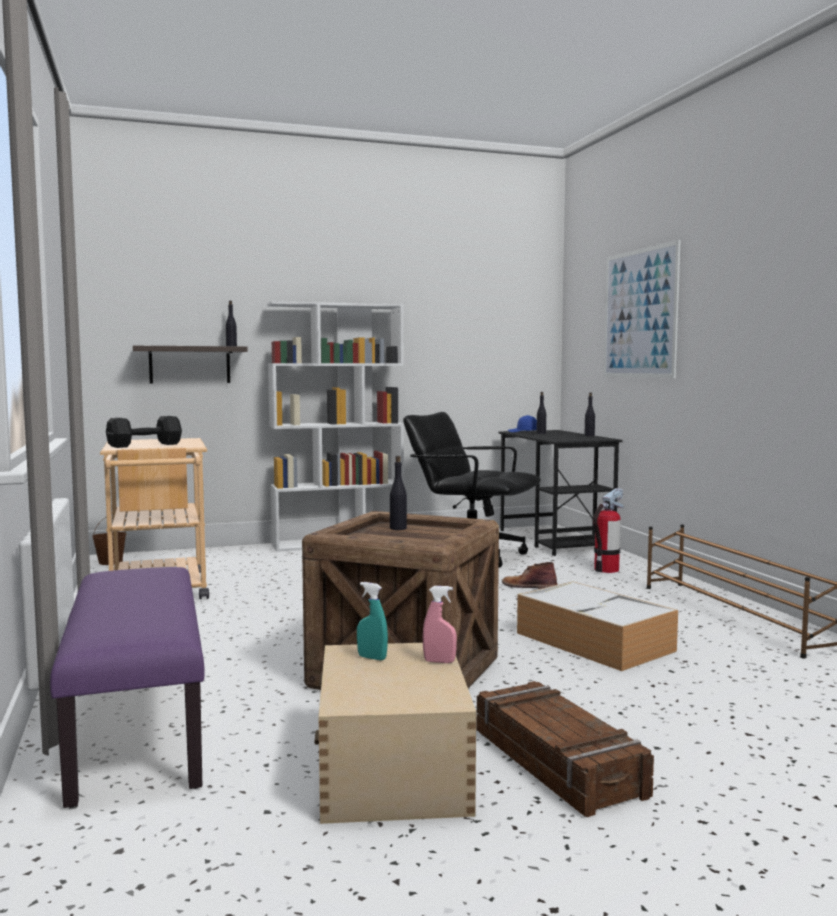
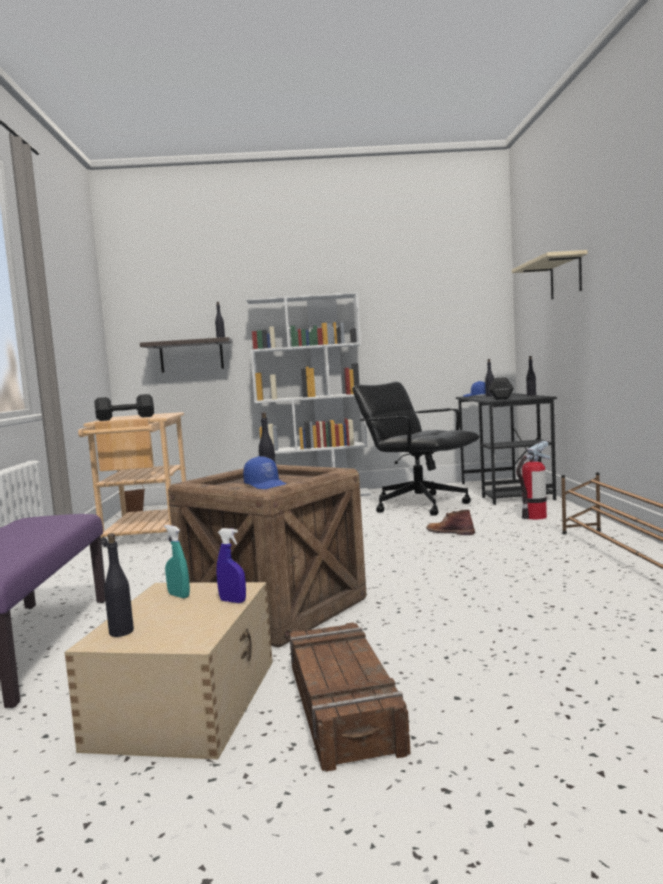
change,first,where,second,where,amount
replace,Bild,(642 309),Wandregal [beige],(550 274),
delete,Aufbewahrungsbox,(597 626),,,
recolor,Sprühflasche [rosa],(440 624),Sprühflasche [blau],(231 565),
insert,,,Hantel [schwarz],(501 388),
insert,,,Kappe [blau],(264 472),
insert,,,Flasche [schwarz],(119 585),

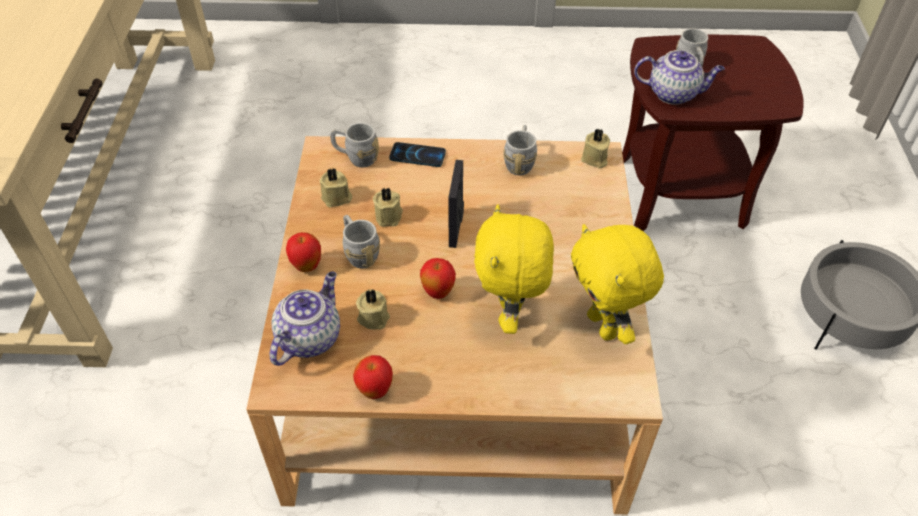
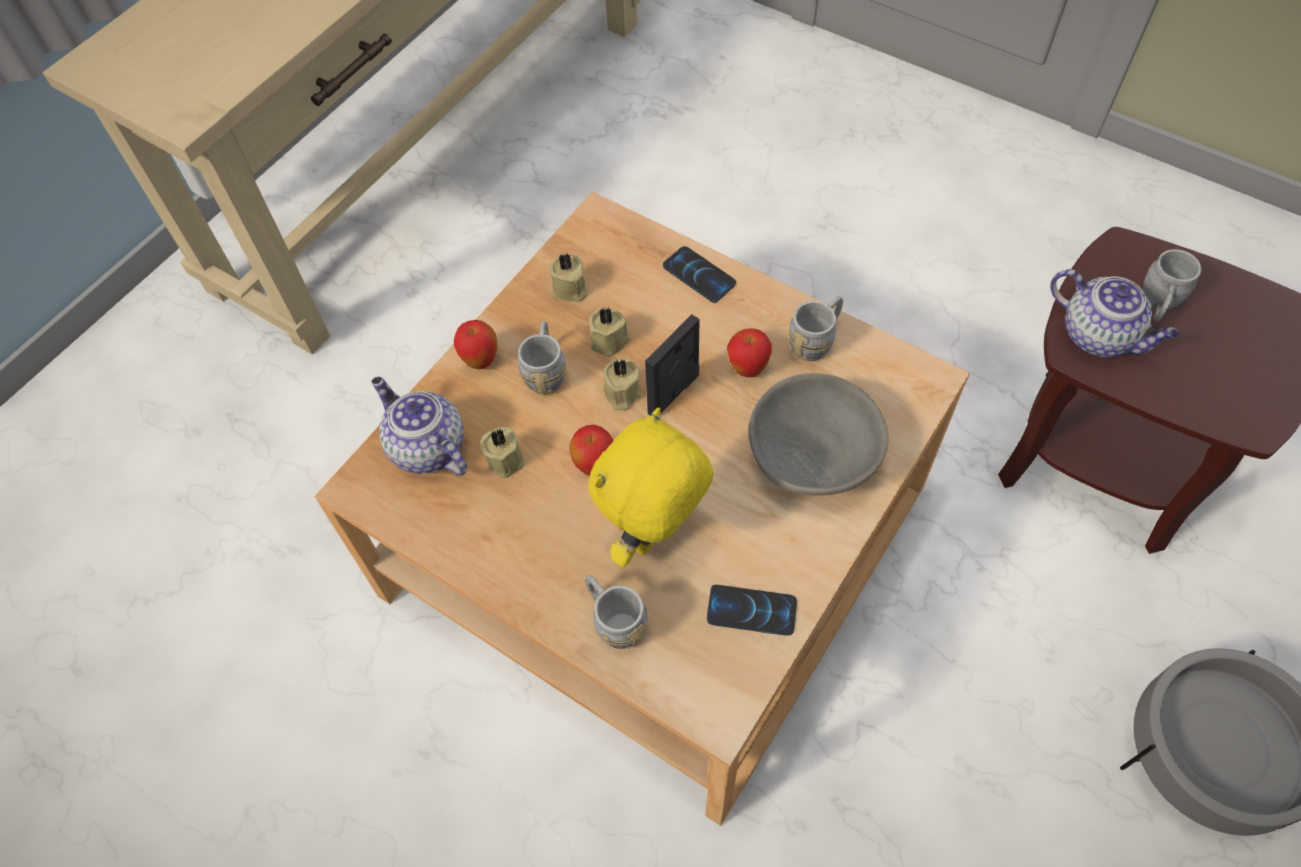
change,first,where,second,where,amount
move,Henkelbecher [grau],(354 145),,(616 612),
move,Kerze [beige],(595 148),,(622 384),
replace,Plüschtier [gelb],(617 284),Handy,(752 610),
rotate,Teekanne,(305 318),,(419 426),105 degrees counterclockwise
move,Apfel,(373 377),,(749 352),
insert,,,Schüssel [grau],(818 434),

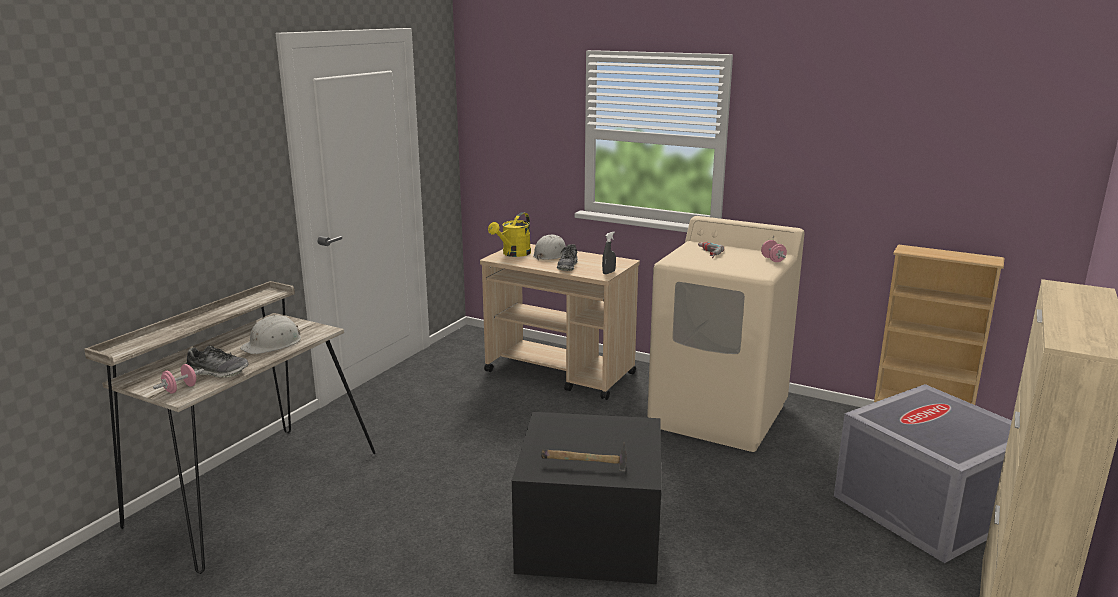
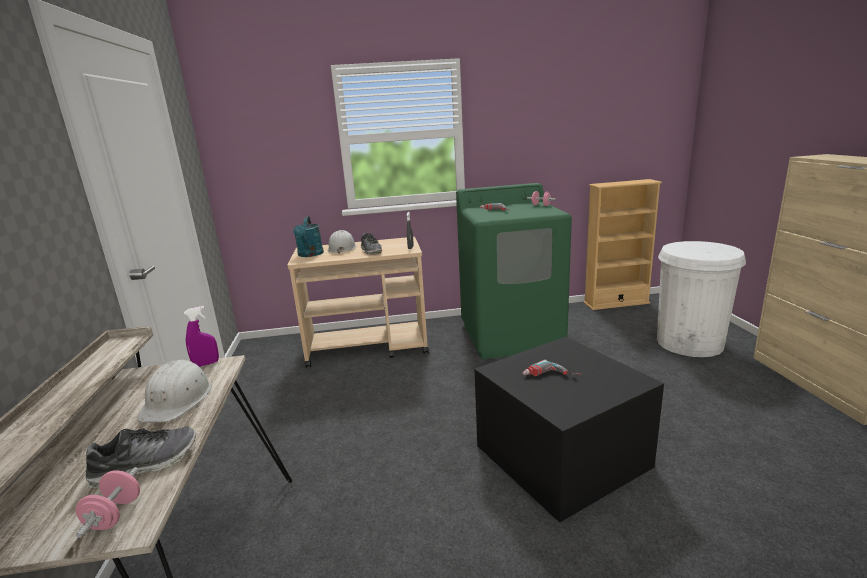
change,first,where,second,where,amount
recolor,Gießkanne [gelb],(509 234),Gießkanne [türkis],(308 236),
recolor,Waschmaschine [beige],(726 334),Waschmaschine [grün],(514 271),
replace,Aufbewahrungsbox [grau],(923 473),Mülleimer [weiß],(701 299),
delete,Hammer,(584 457),,,
insert,,,Sprühflasche [lila],(201 336),
insert,,,Bohrmaschine,(551 368),

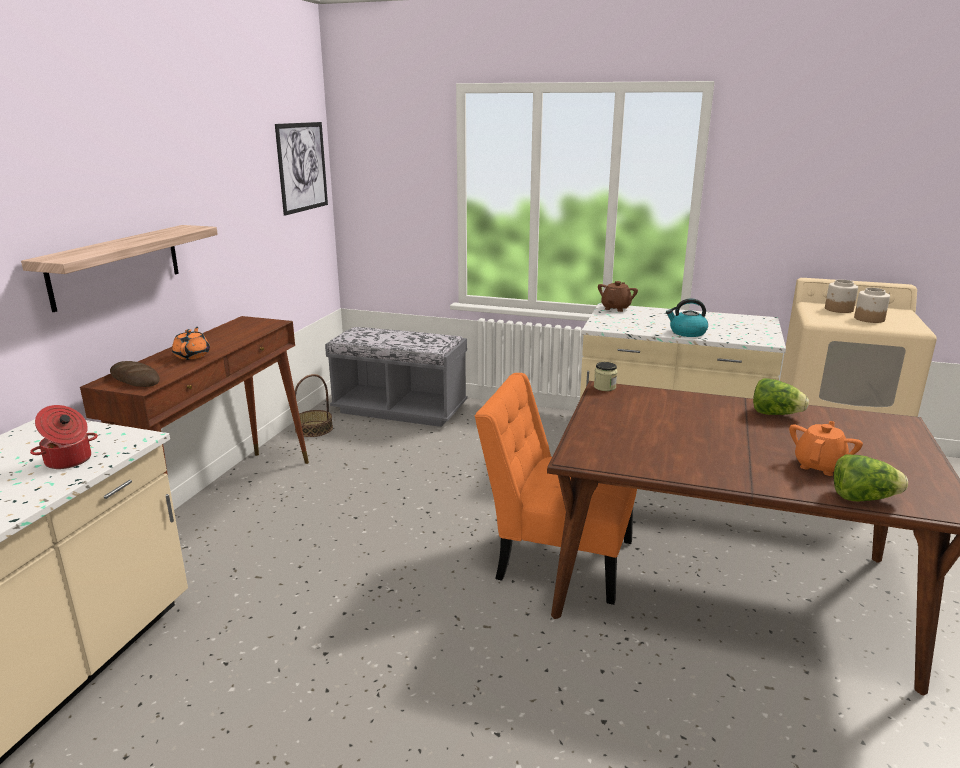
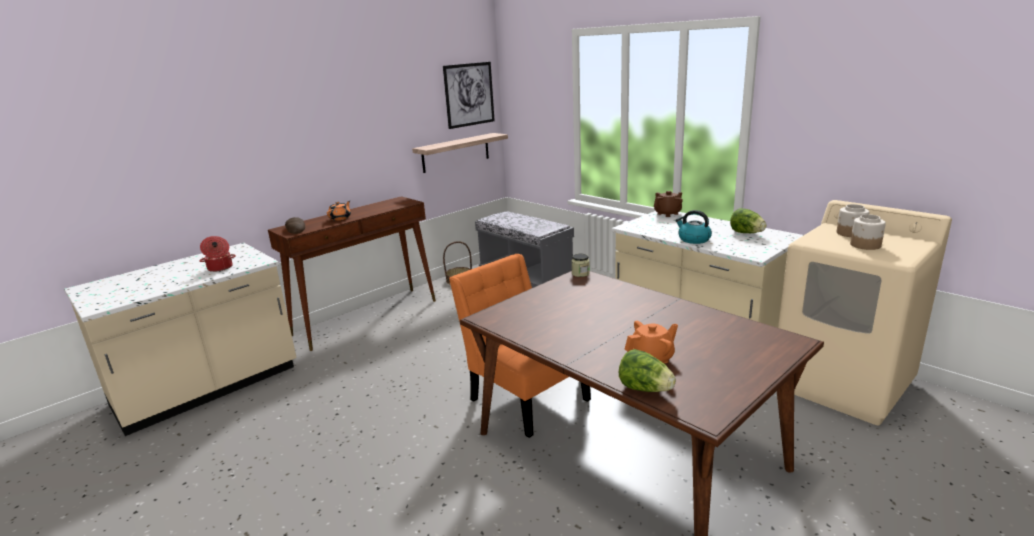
change,first,where,second,where,amount
move,Wandregal,(119 268),,(460 153),
move,Salatkopf,(781 396),,(748 220),

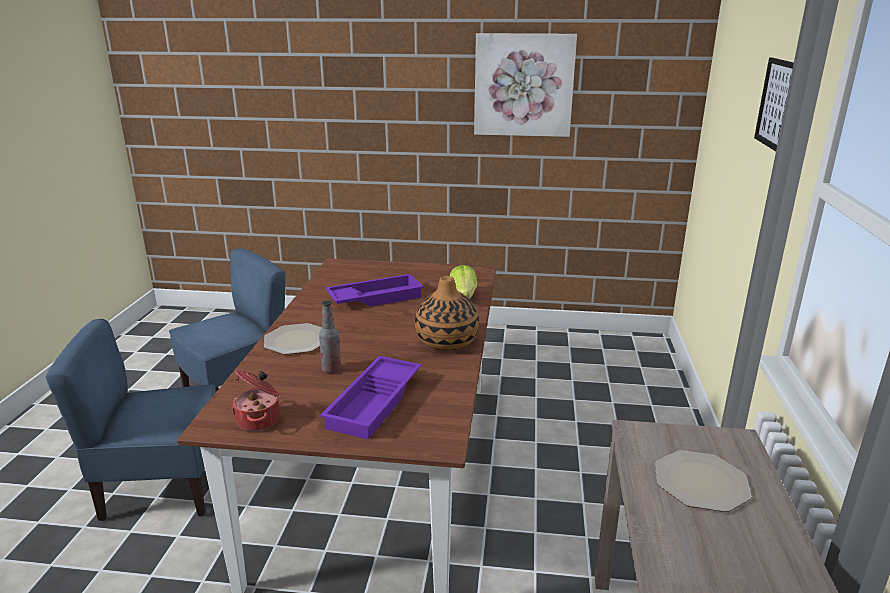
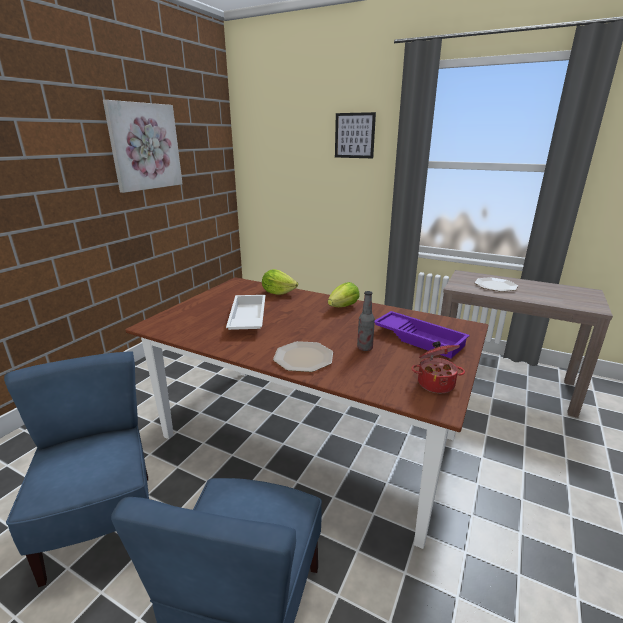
change,first,where,second,where,amount
recolor,Tablett [lila],(374 290),Tablett [weiß],(246 312),
replace,Vase,(447 313),Salatkopf,(344 294),

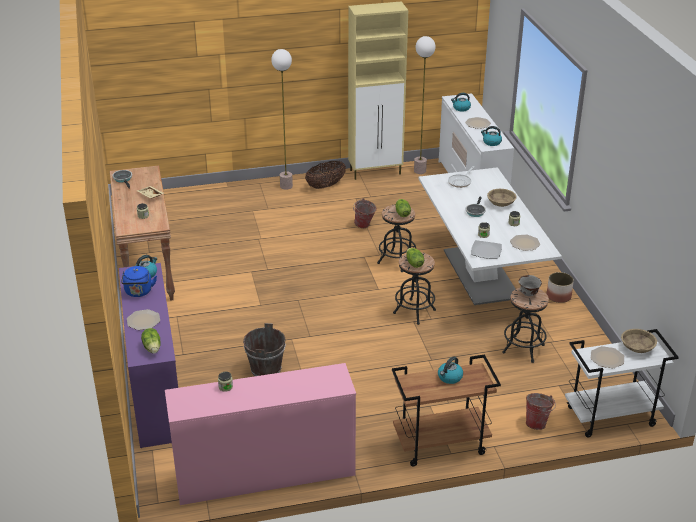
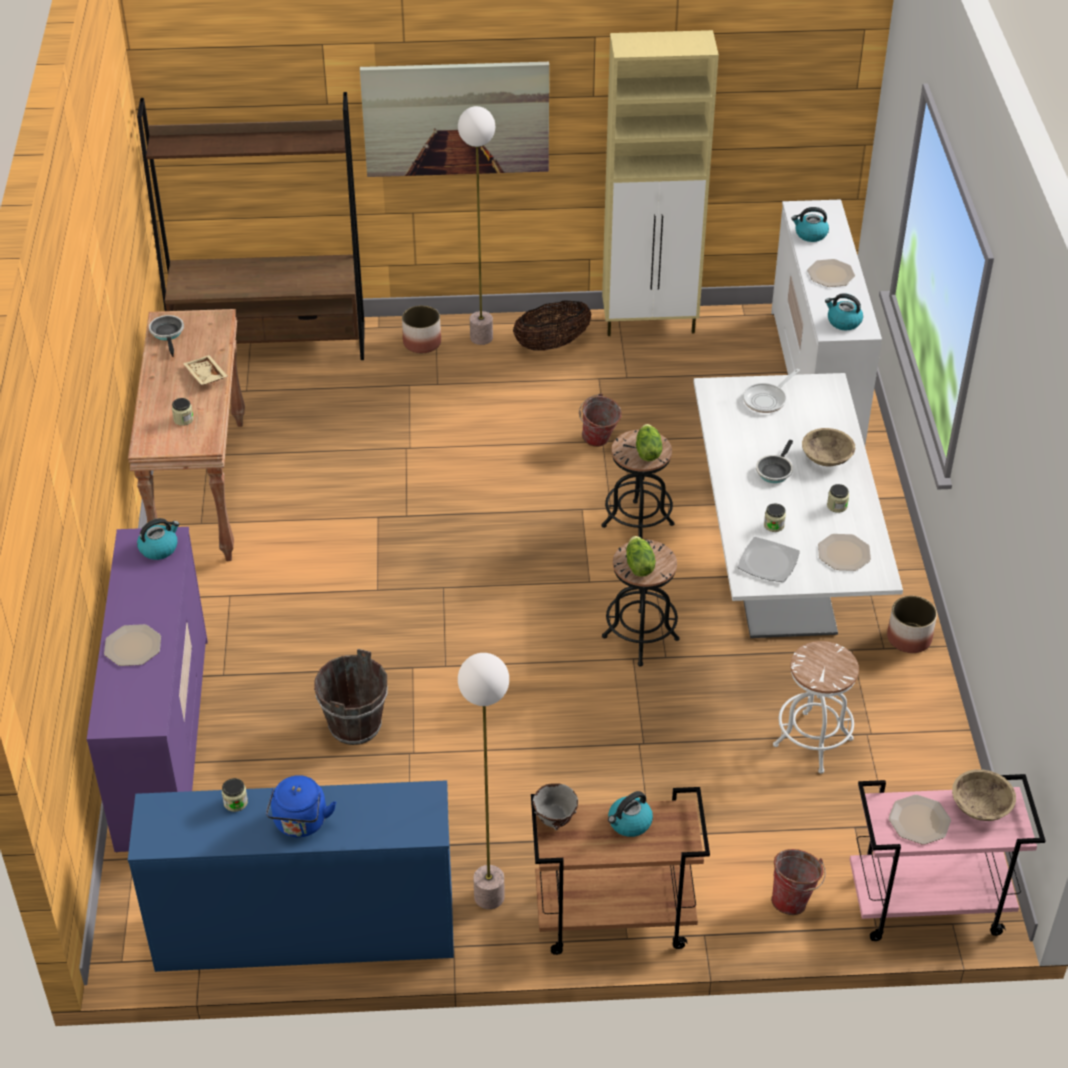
change,first,where,second,where,amount
move,Stehlampe,(425 105),,(483 781),
move,Wasserkessel [blau],(139 281),,(301 806),
move,Schüssel [grau],(530 285),,(555 806),
recolor,Hocker [schwarz],(525 325),Hocker [weiß],(816 707),
delete,Salatkopf,(151 341),,,
recolor,Rollwagen [weiß],(622 383),Rollwagen [rosa],(948 857),
recolor,Kommode [rosa],(260 434),Kommode [blau],(291 876),
insert,,,Bild,(454 119),
insert,,,Bücherregal [braun],(251 226),
insert,,,Pflanzkübel,(421 329),

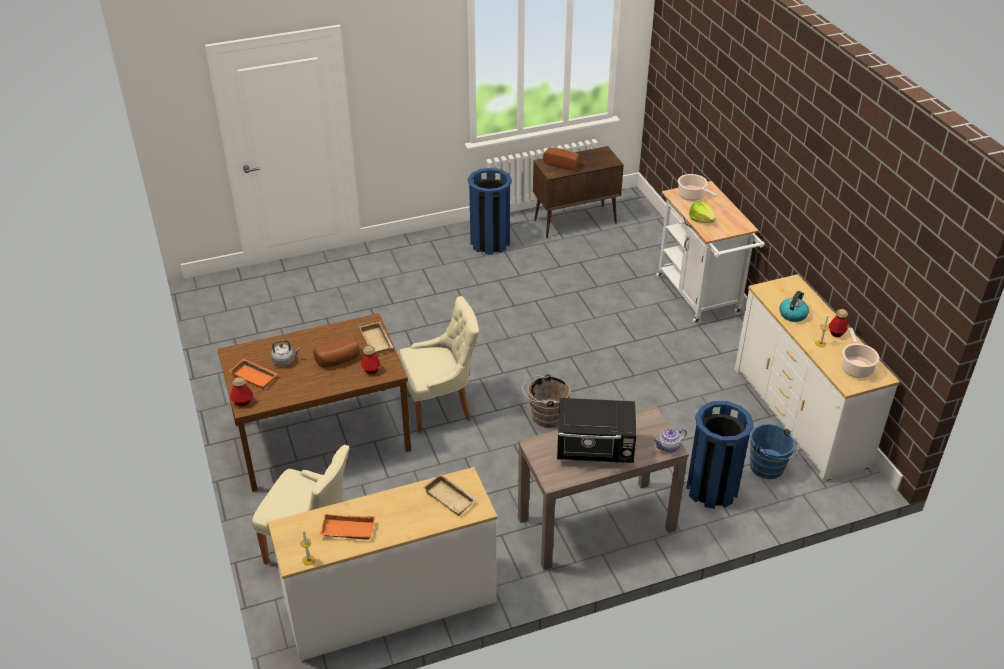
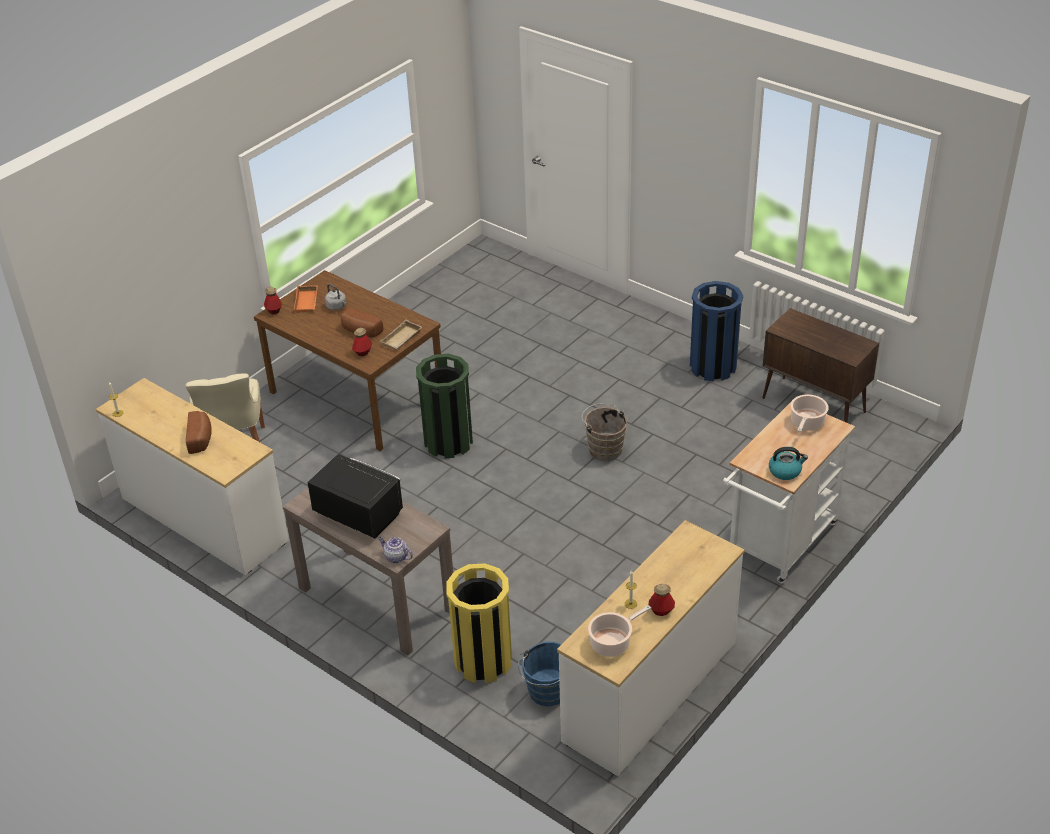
change,first,where,second,where,amount
move,Brot,(561 159),,(198 432),
delete,Salatkopf,(702 212),,,
move,Wasserkessel,(794 306),,(788 463),
replace,Stuhl [beige],(438 364),Mülleimer [grün],(444 406),
move,Eimer [braun],(546 401),,(604 432),
rotate,Mikrowelle [schwarz],(596 430),,(355 496),150 degrees clockwise
recolor,Mülleimer [blau],(720 455),Mülleimer [gelb],(479 623),
delete,Tablett [beige],(450 495),,,
delete,Tablett [orange],(347 527),,,

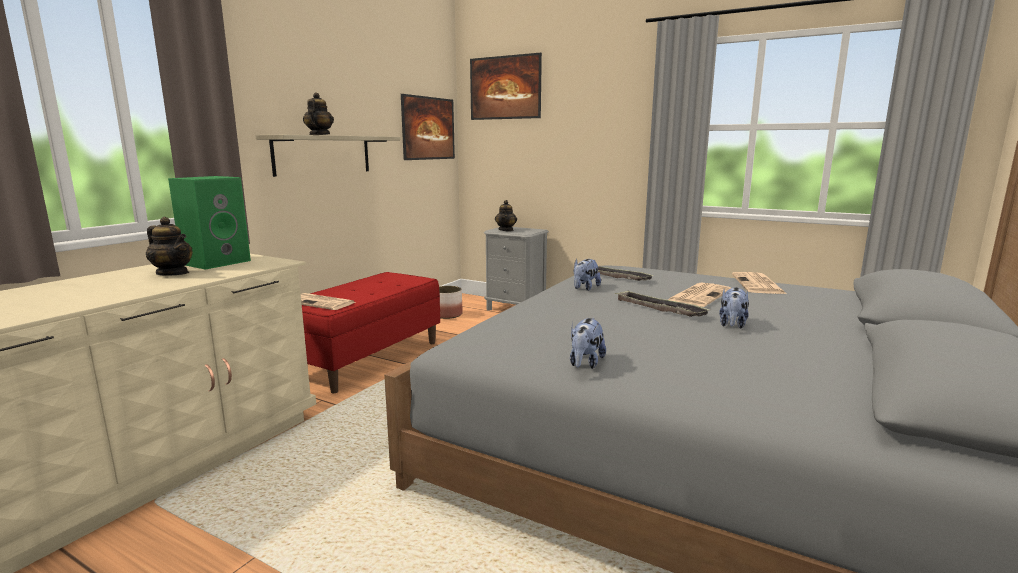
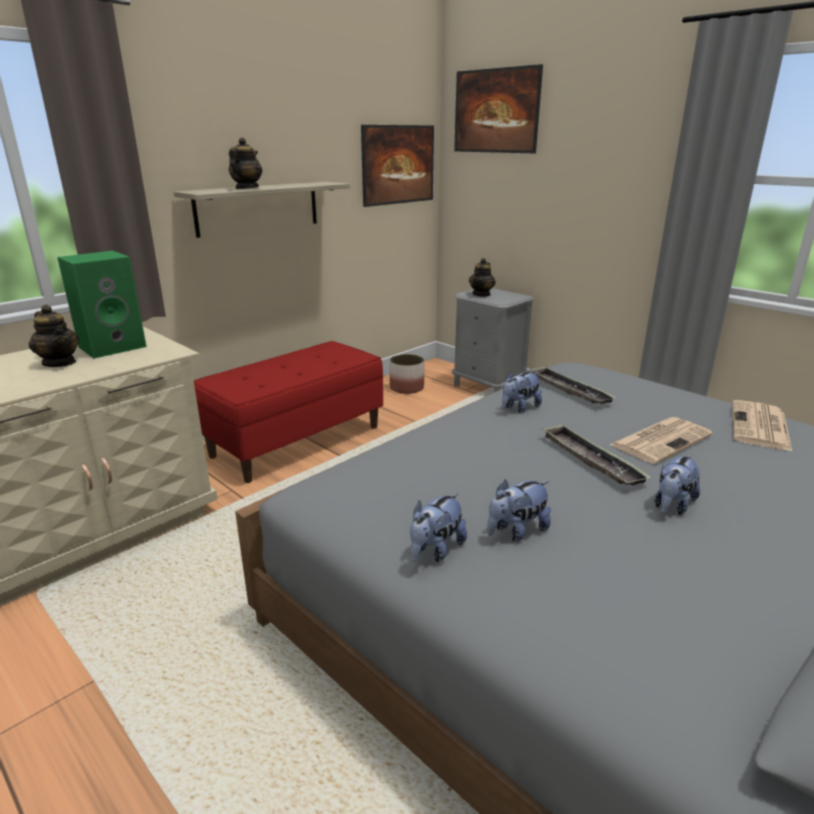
change,first,where,second,where,amount
delete,Zeitung,(328 301),,,
insert,,,Plüschtier,(519 510),

